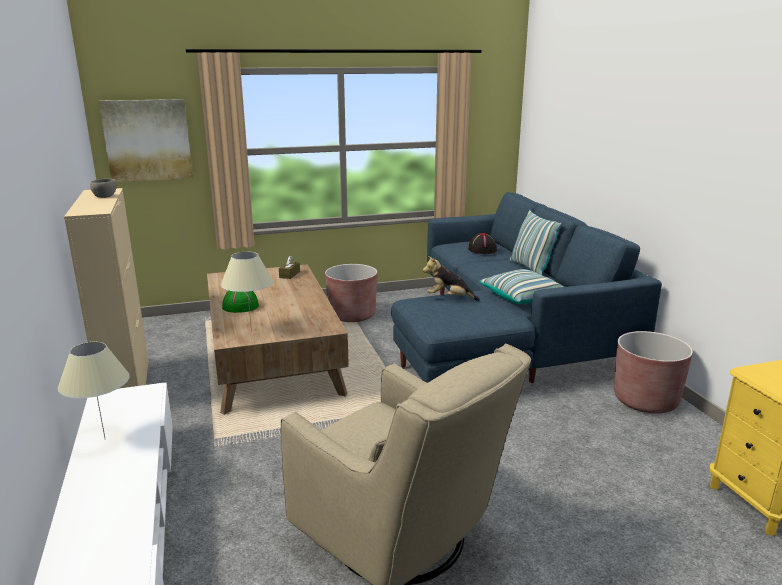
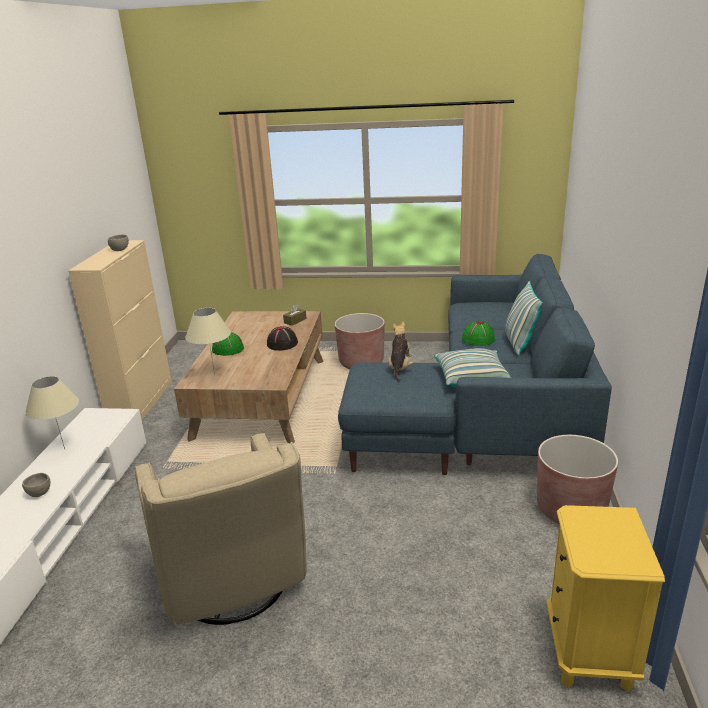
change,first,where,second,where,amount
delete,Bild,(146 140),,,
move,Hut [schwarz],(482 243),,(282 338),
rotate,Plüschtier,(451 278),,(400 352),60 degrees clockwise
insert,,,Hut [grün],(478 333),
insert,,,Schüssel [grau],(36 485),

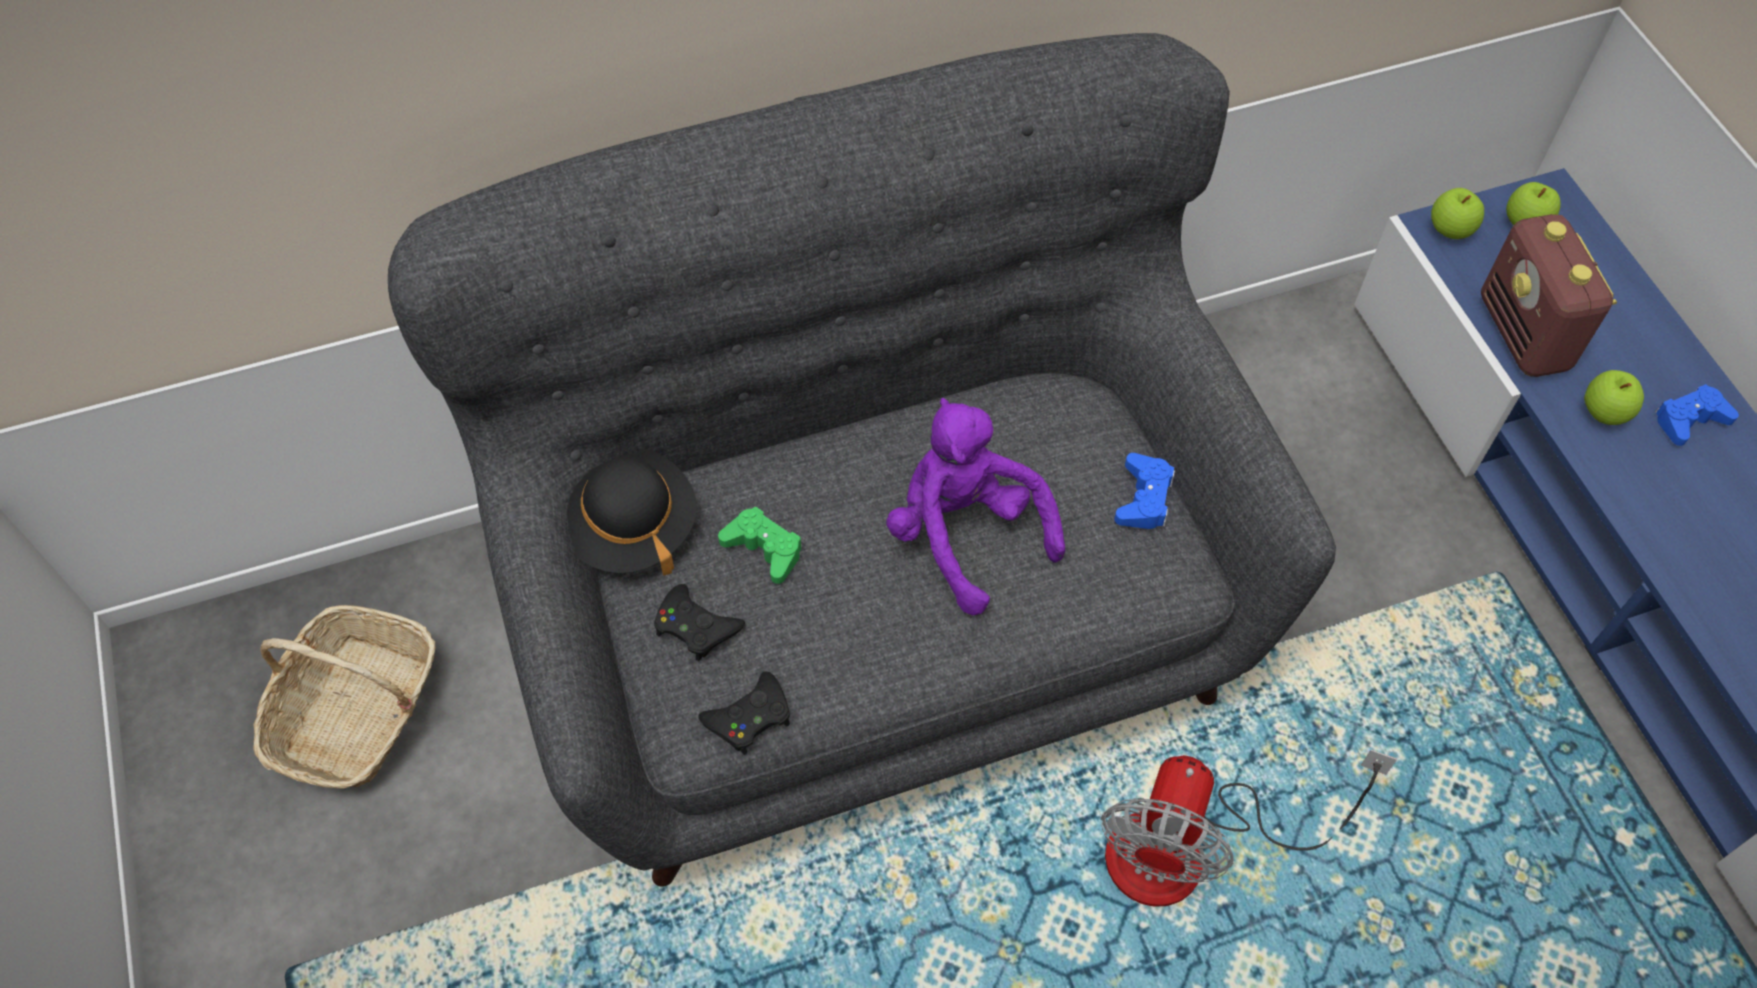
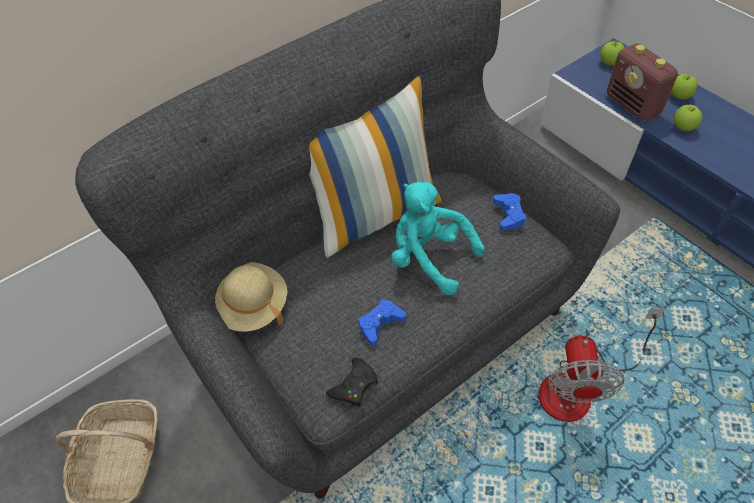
change,first,where,second,where,amount
move,Apfel,(1457 213),,(684 87),
move,Gamepad [blau],(1697 415),,(382 322),
recolor,Plüschtier [lila],(975 506),Plüschtier [türkis],(438 238),
recolor,Hut [schwarz],(632 513),Hut [beige],(251 297),
delete,Gamepad [grün],(760 545),,,
delete,Gamepad [schwarz],(699 622),,,
insert,,,Kissen,(376 166),

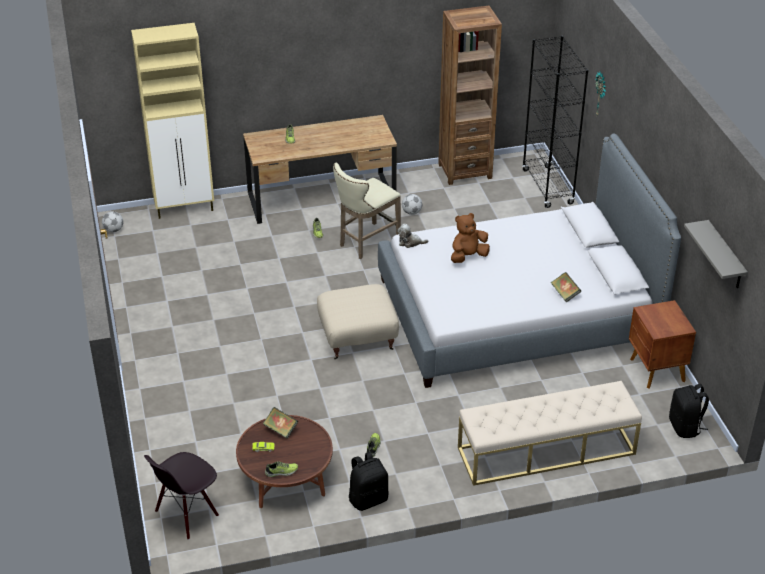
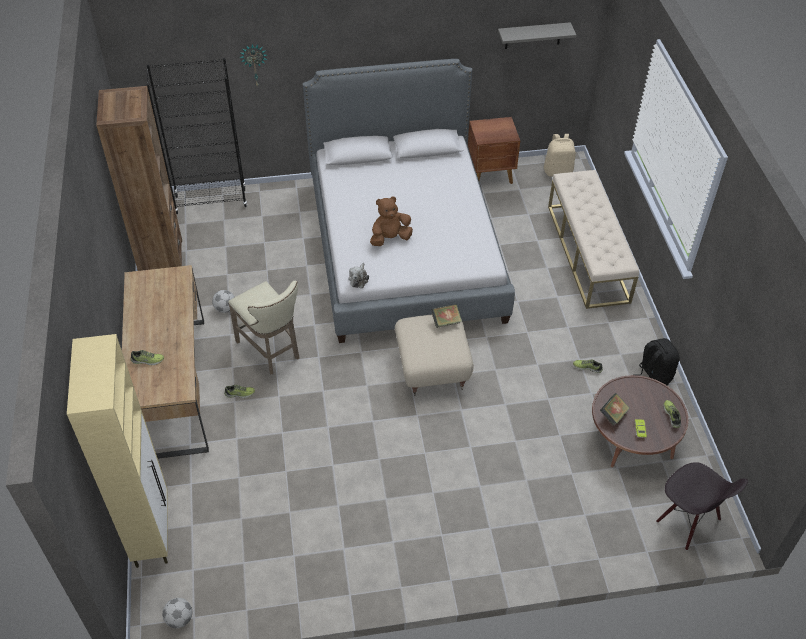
change,first,where,second,where,amount
rotate,Plüschtier [braun],(470 238),,(391 221),90 degrees clockwise
move,Buch,(566 287),,(446 316),
recolor,Rucksack [schwarz],(689 411),Rucksack [beige],(560 155),

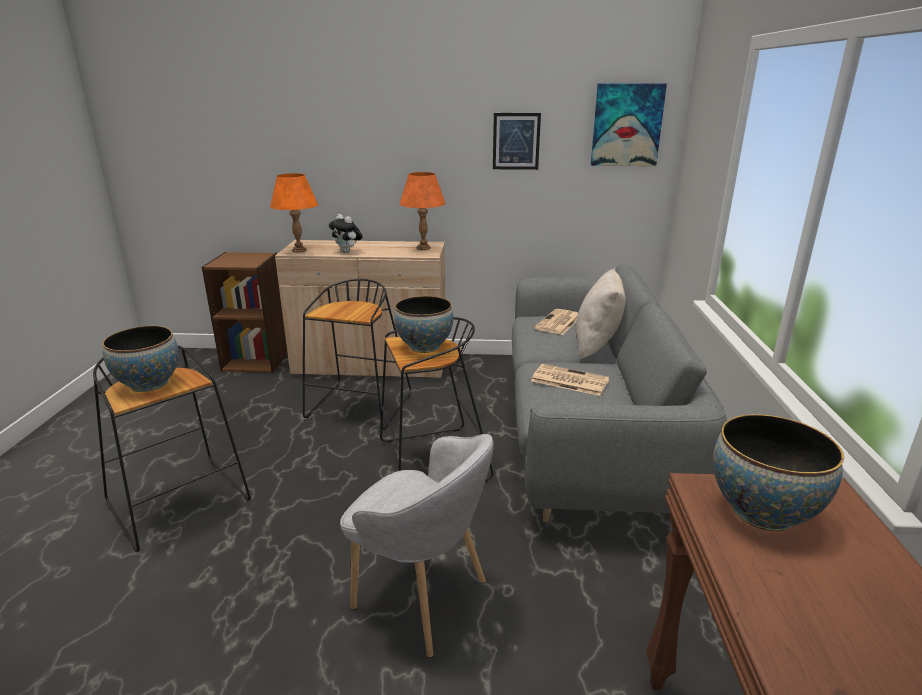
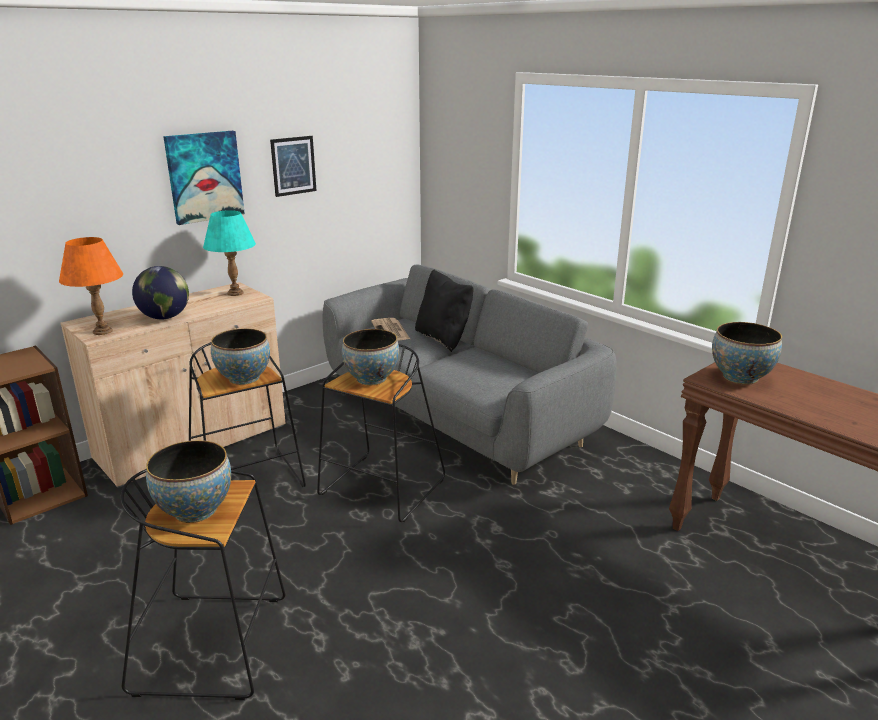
change,first,where,second,where,amount
move,Bild,(629 125),,(204 178),
recolor,Tischlampe [orange],(422 211),Tischlampe [türkis],(229 253),
replace,Plüschtier,(346 233),Globus,(160 292),
recolor,Kissen [beige],(600 314),Kissen [schwarz],(444 310),
delete,Zeitung,(570 380),,,
delete,Sessel [grau],(417 546),,,
insert,,,Schüssel,(240 356),

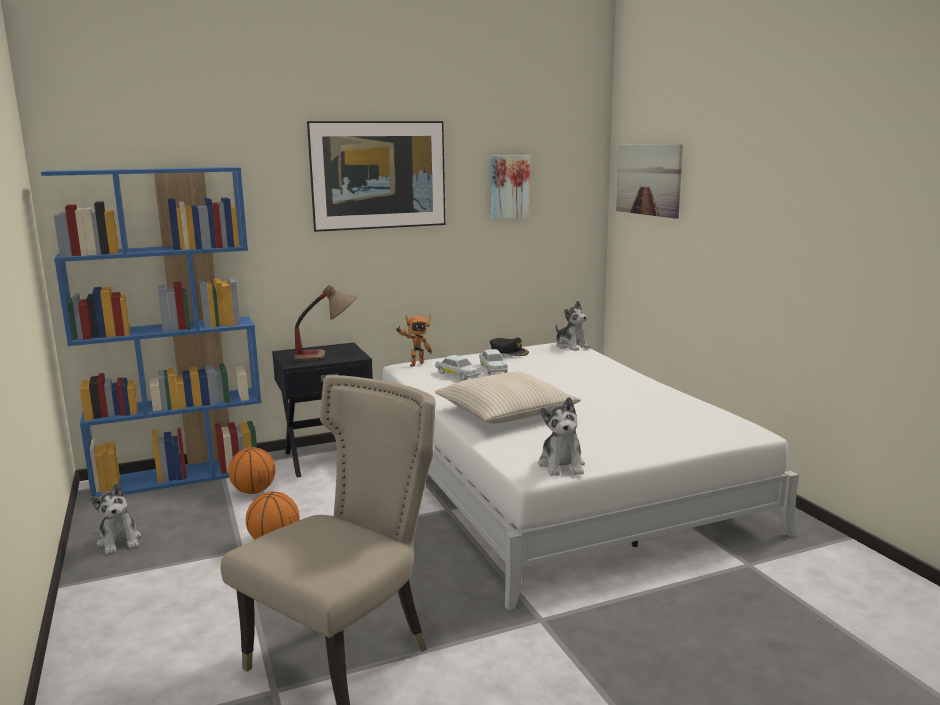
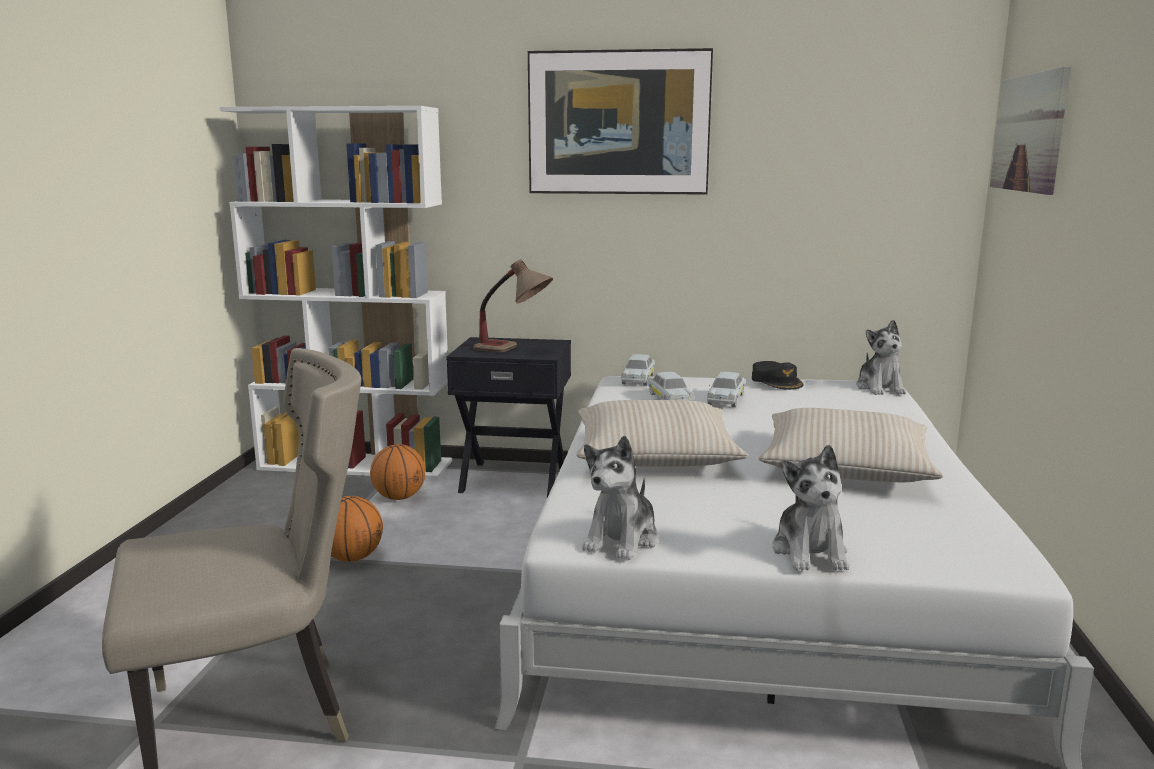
change,first,where,second,where,amount
delete,Bild,(510 187),,,
recolor,Bücherregal [blau],(151 332),Bücherregal [weiß],(336 292),
replace,Spielzeugroboter,(414 340),Spielzeugauto [weiß],(638 370),
move,Plüschtier,(115 518),,(810 508),
insert,,,Kissen [beige],(851 445),

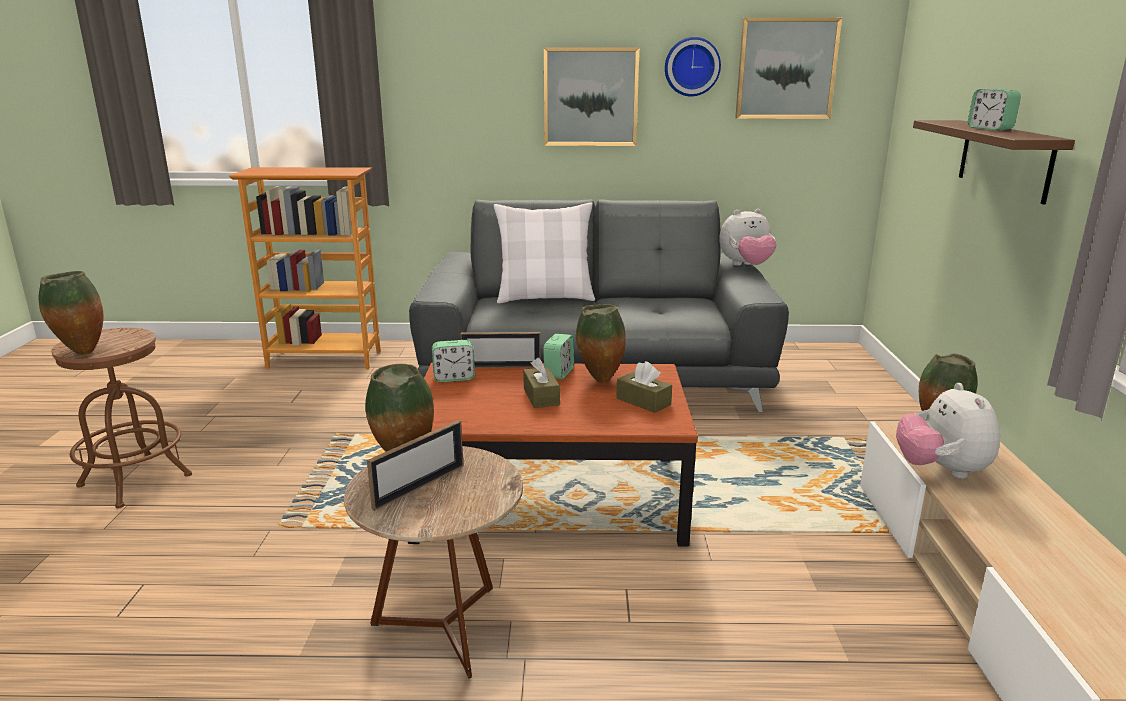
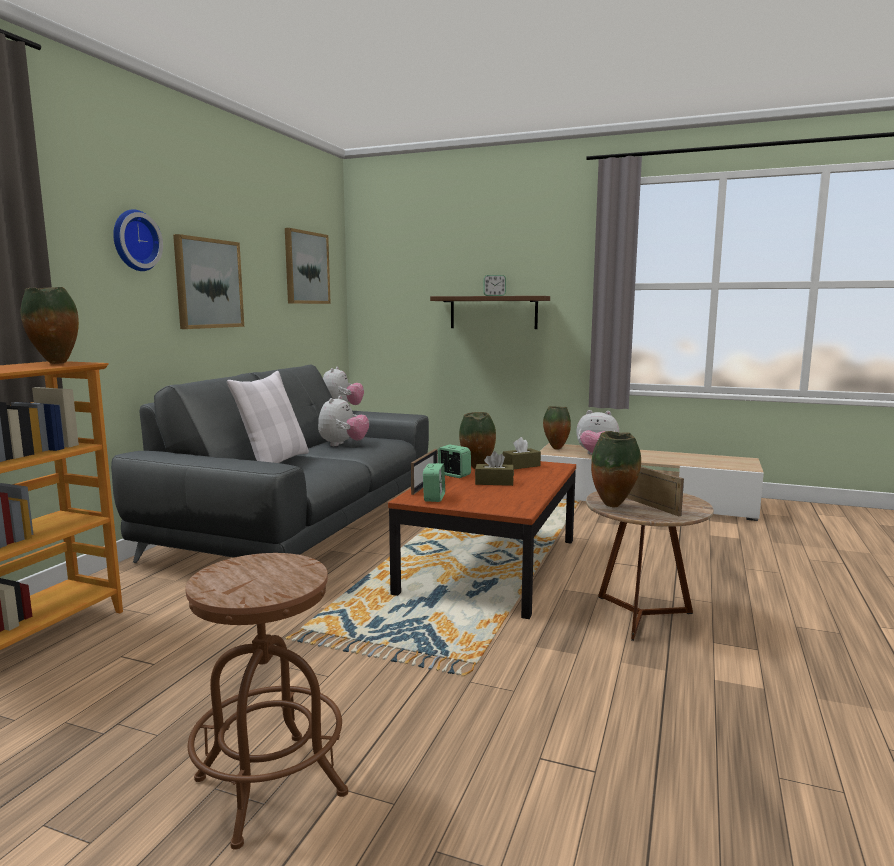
change,first,where,second,where,amount
move,Wanduhr,(693 66),,(138 240),
move,Vase,(71 313),,(49 325),
insert,,,Plüschtier,(343 421),

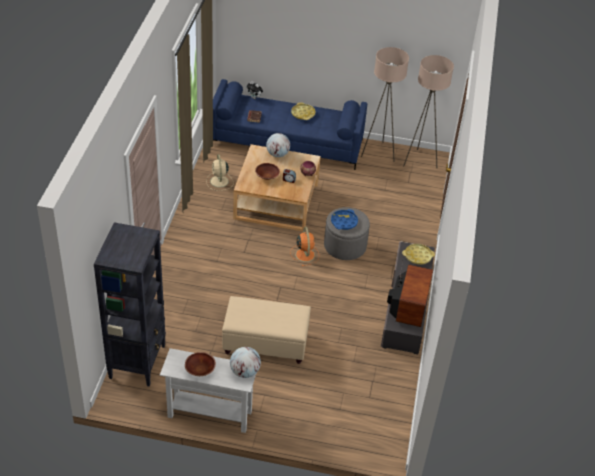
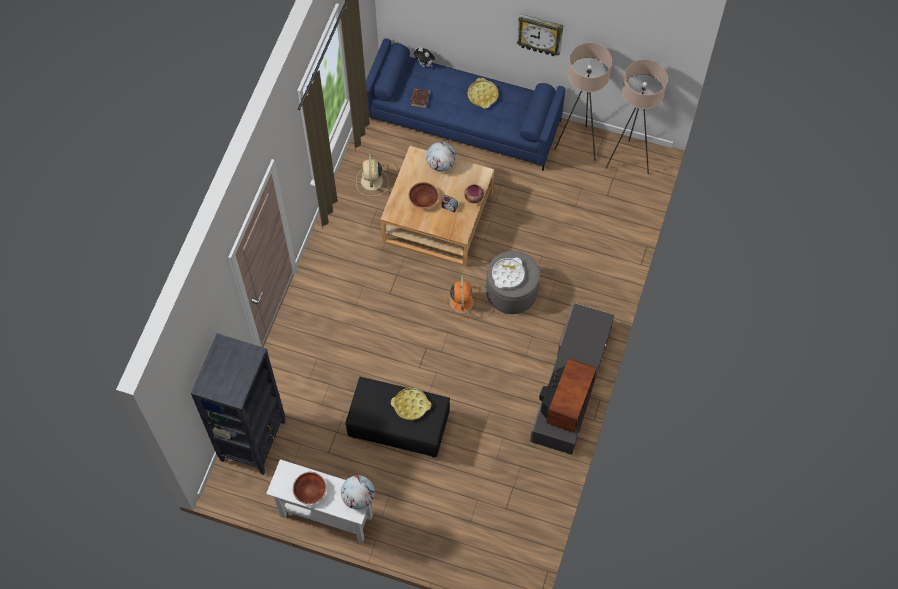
change,first,where,second,where,amount
recolor,Tablett [blau],(344 219),Tablett [weiß],(508 273),
move,Tablett [gelb],(418 254),,(411 404),
recolor,Polsterhocker [beige],(266 330),Polsterhocker [schwarz],(397 417),
insert,,,Wanduhr,(540 35),

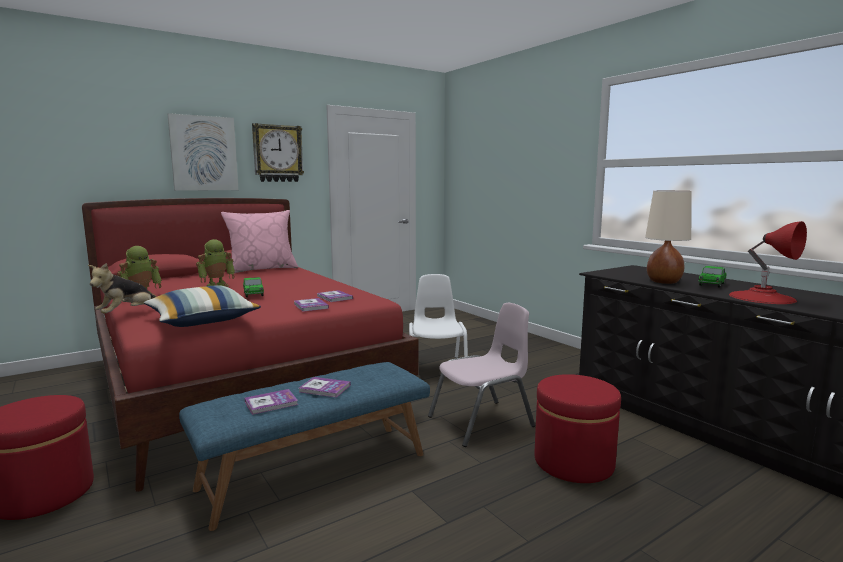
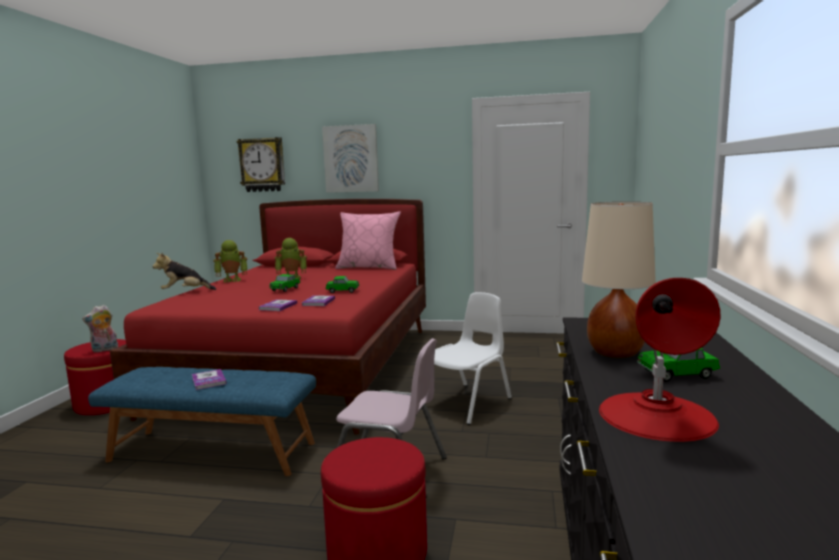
change,first,where,second,where,amount
move,Wanduhr,(278 152),,(261 164),
delete,Kissen,(202 306),,,
delete,Buch,(271 402),,,
insert,,,Spielzeugauto,(342 284),
insert,,,Plüschtier,(100 328),

